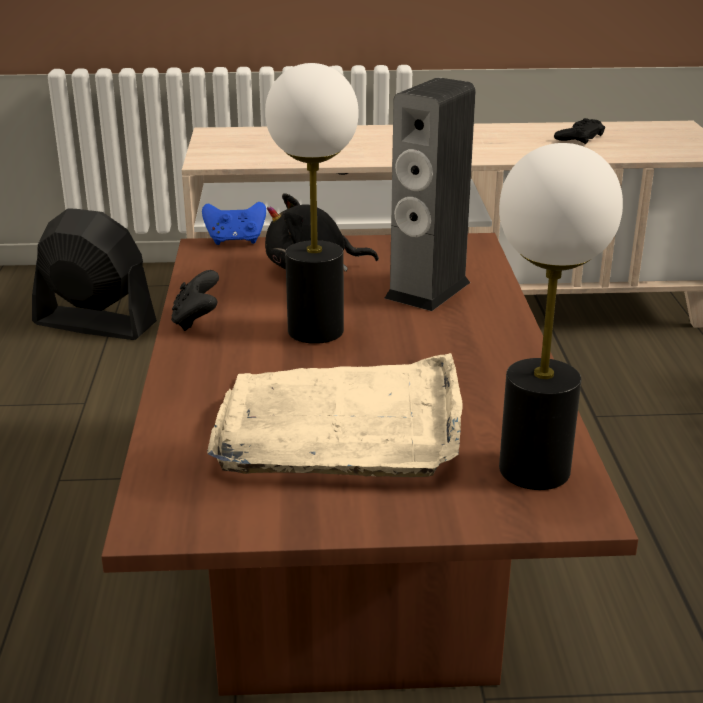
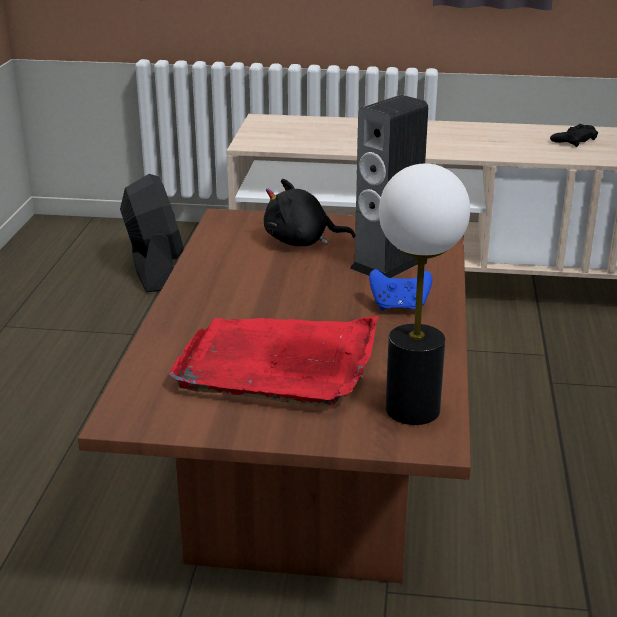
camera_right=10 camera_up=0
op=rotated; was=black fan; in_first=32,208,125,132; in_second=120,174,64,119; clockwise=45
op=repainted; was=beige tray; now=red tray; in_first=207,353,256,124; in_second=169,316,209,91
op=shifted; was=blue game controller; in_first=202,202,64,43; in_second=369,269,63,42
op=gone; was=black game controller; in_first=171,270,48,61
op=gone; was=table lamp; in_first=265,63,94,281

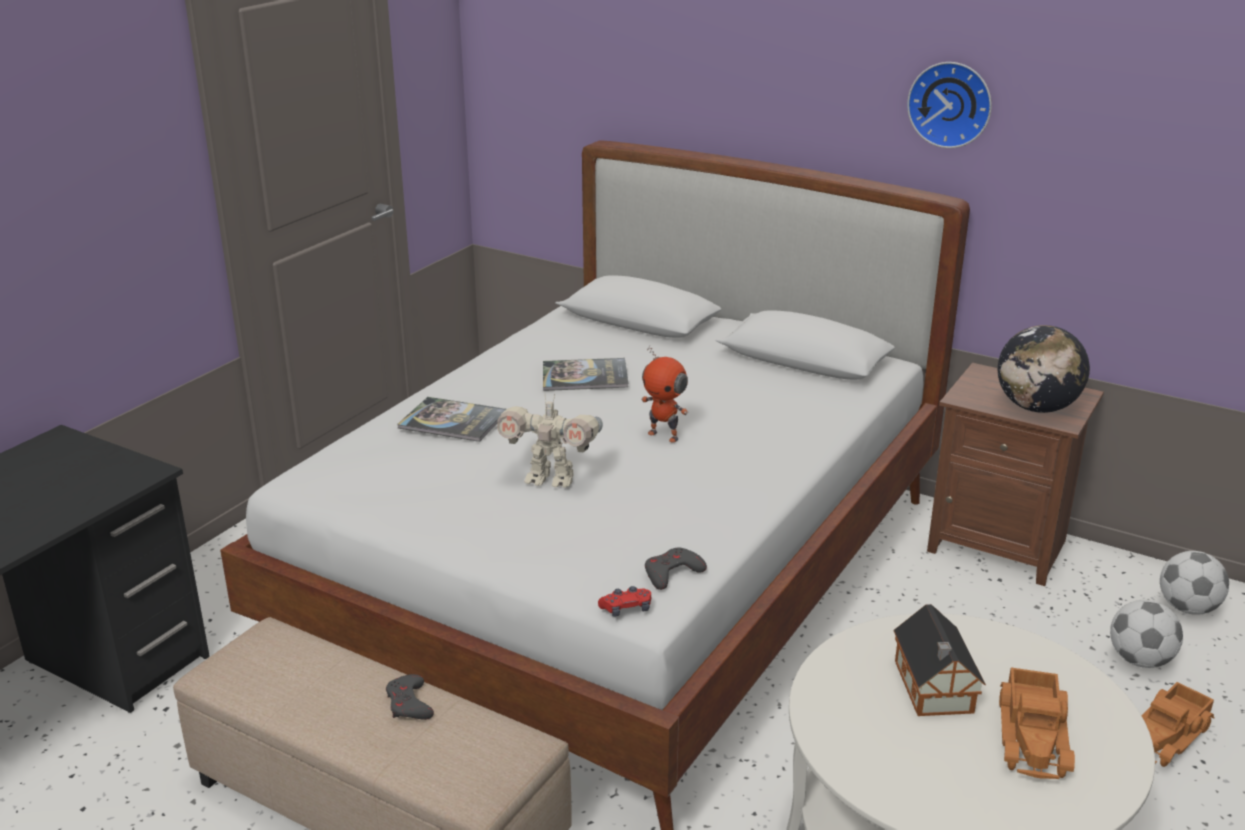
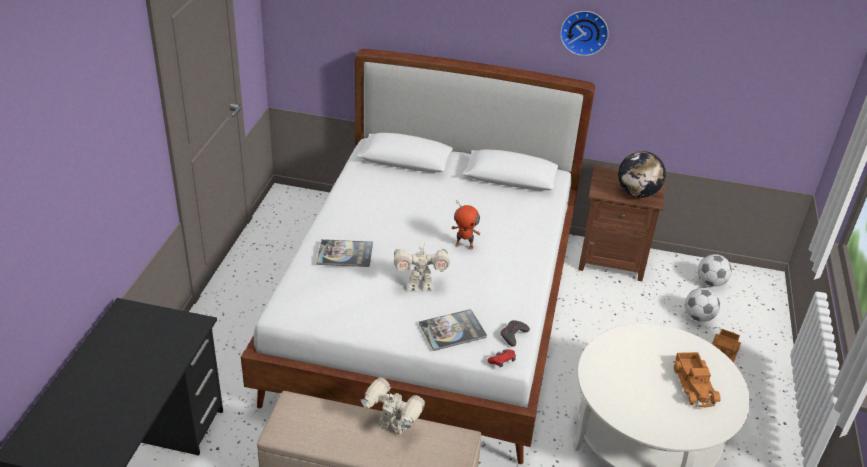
camera_right=-20 camera_up=10
op=swapped; was=grey game controller; now=toy robot; in_first=386,674,48,46; in_second=361,377,64,58
op=shifted; was=book; in_first=543,358,85,33; in_second=419,309,68,42
op=gone; was=toy house; in_first=894,604,92,112

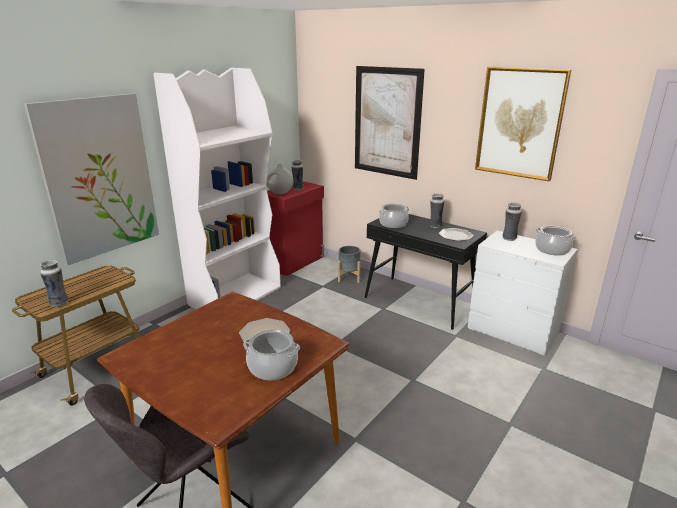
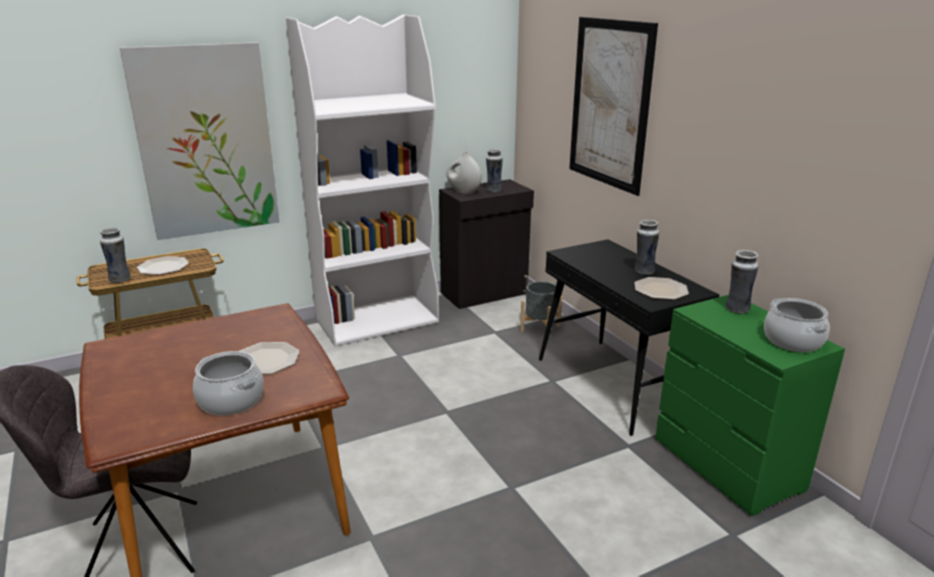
camera_right=25 camera_up=0
op=new; now=plate; in_second=137,256,52,19
op=repainted; was=red cabinet; now=black cabinet; in_first=267,181,57,95; in_second=439,179,95,130
op=repainted; was=white dresser; now=green dresser; in_first=468,231,110,125; in_second=655,295,190,221
op=gone; was=cooking pot; in_first=379,203,30,25
op=gone; was=picture; in_first=475,67,96,114

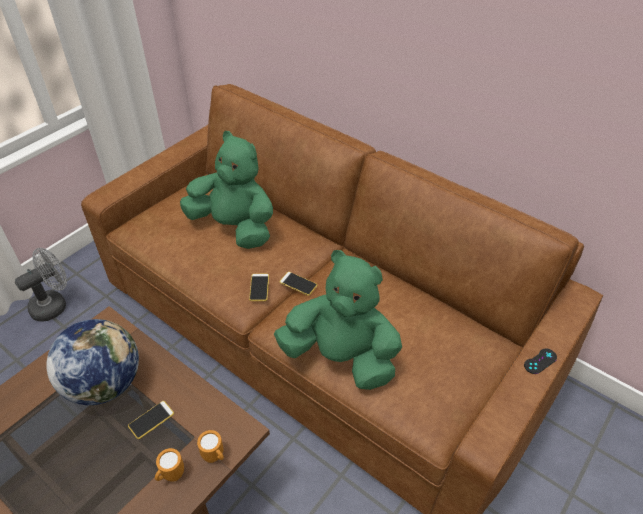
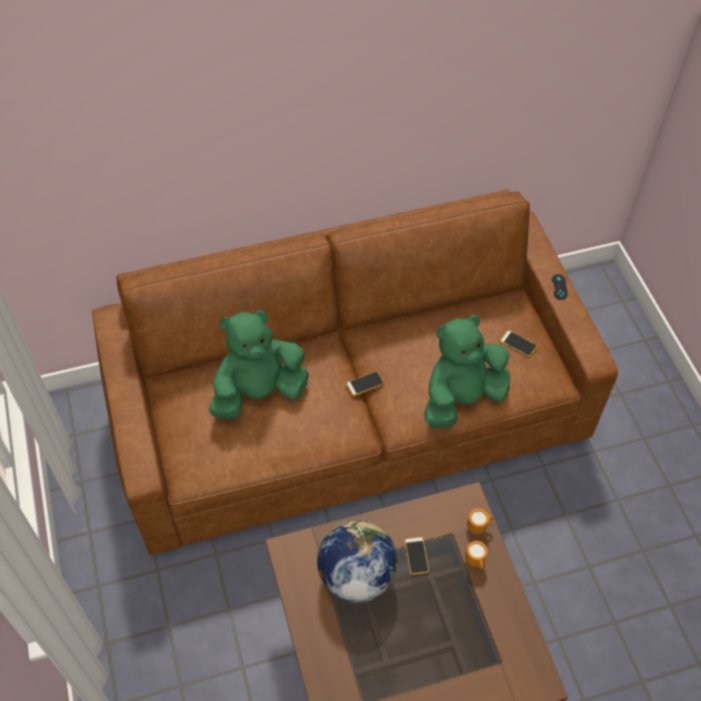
camera_right=-55 camera_up=10
op=shifted; was=phone; in_first=249,274,20,27; in_second=500,330,37,27
op=gone; was=grey fan; in_first=15,248,52,74

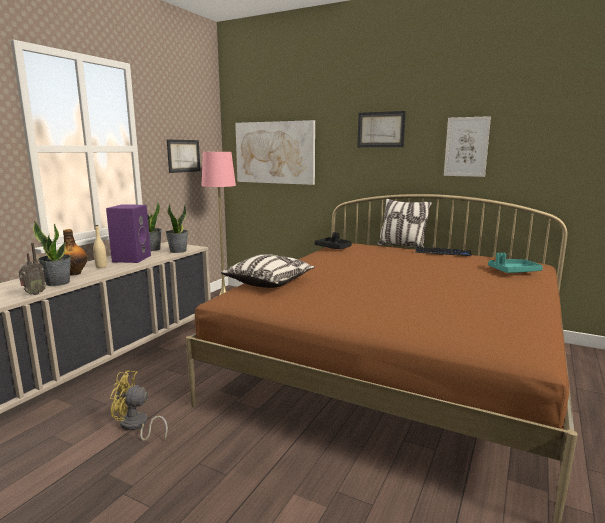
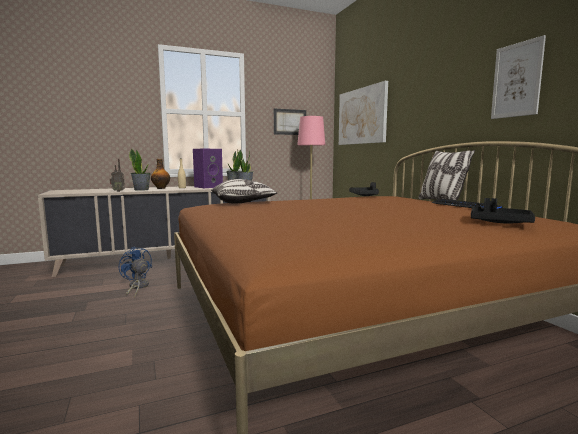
camera_right=40 camera_up=-5
op=repainted; was=yellow fan; now=blue fan; in_first=110,370,58,71; in_second=119,247,33,49
op=repainted; was=turquoise tray; now=black tray; in_first=488,252,55,21; in_second=471,198,64,25
op=gone; was=picture; in_first=357,111,49,36

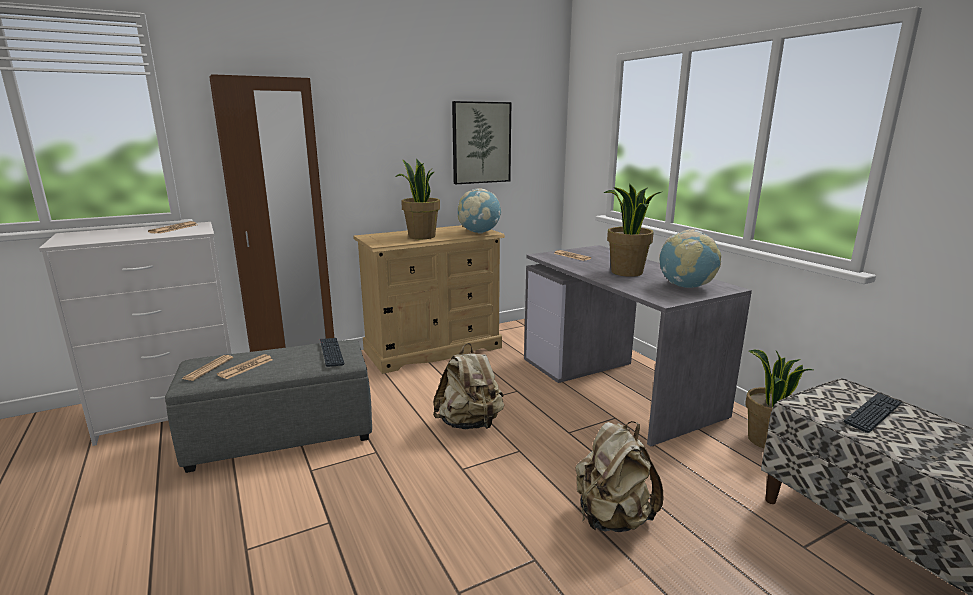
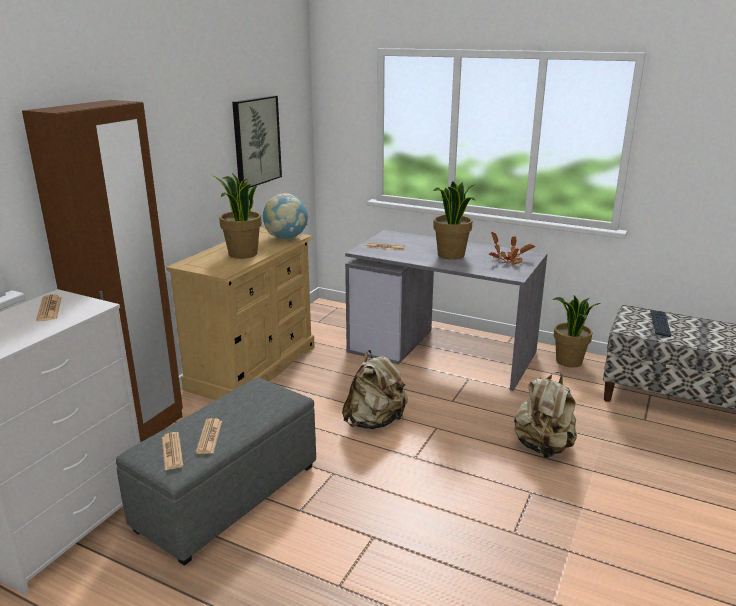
camera_right=-35 camera_up=5
op=swapped; was=globe; now=potted plant; in_first=659,229,62,59; in_second=489,232,46,32
op=gone; was=keyboard; in_first=320,338,25,29

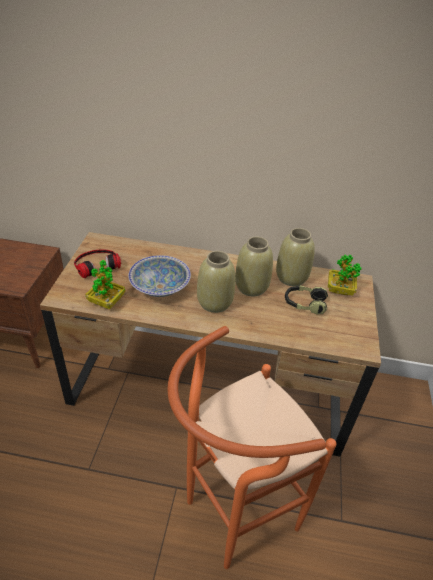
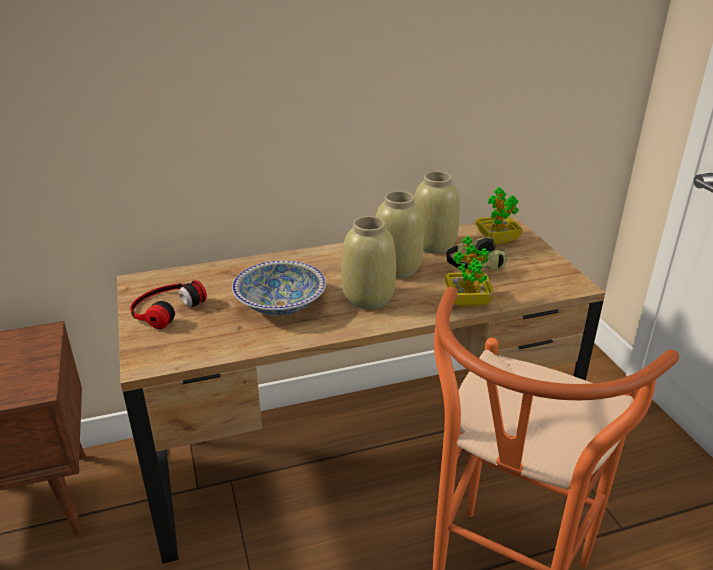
camera_right=-25 camera_up=-10
op=shifted; was=potted plant; in_first=86,260,39,49; in_second=445,236,49,70

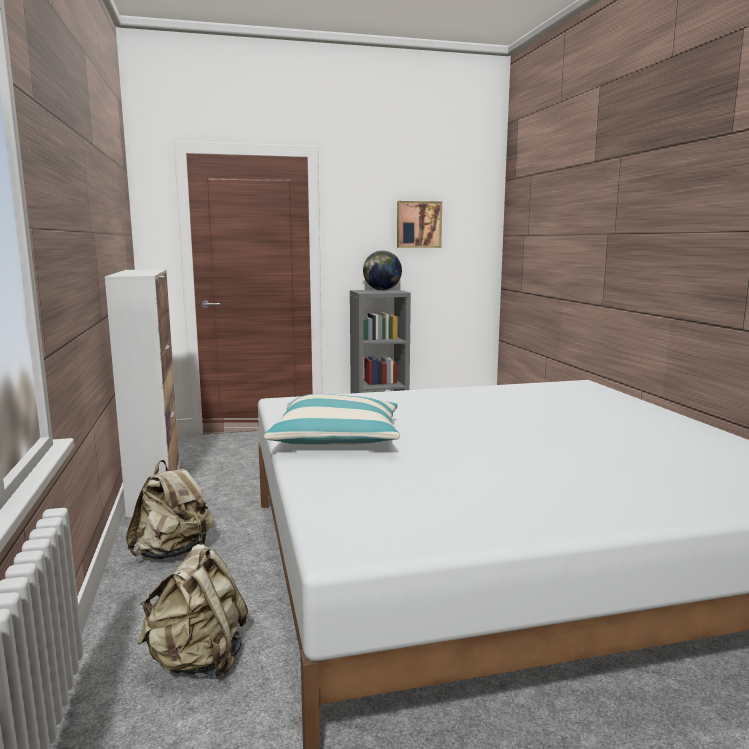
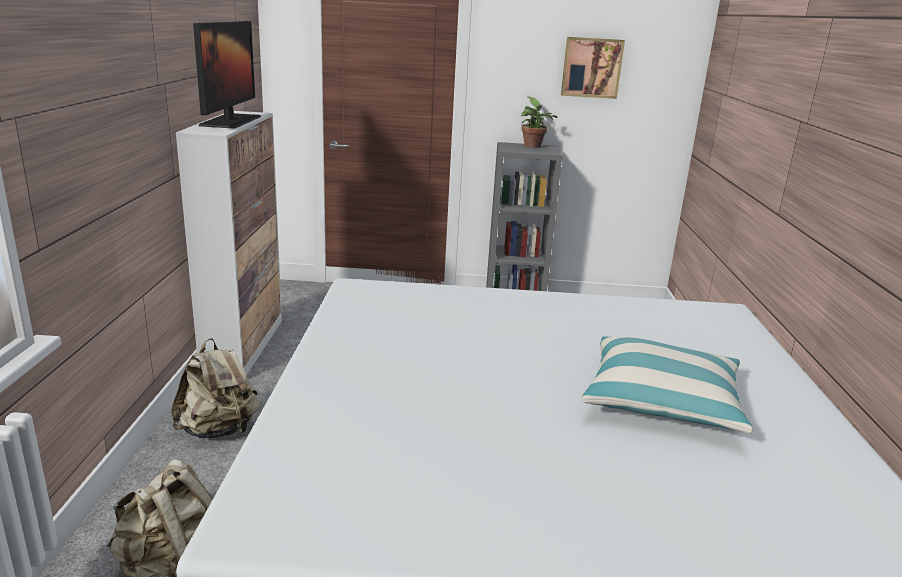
camera_right=15 camera_up=10
op=new; now=monitor; in_second=193,21,68,108
op=swapped; was=globe; now=potted plant; in_first=363,250,39,40; in_second=521,96,36,52
op=shifted; was=pillow; in_first=264,394,136,51; in_second=582,337,171,97

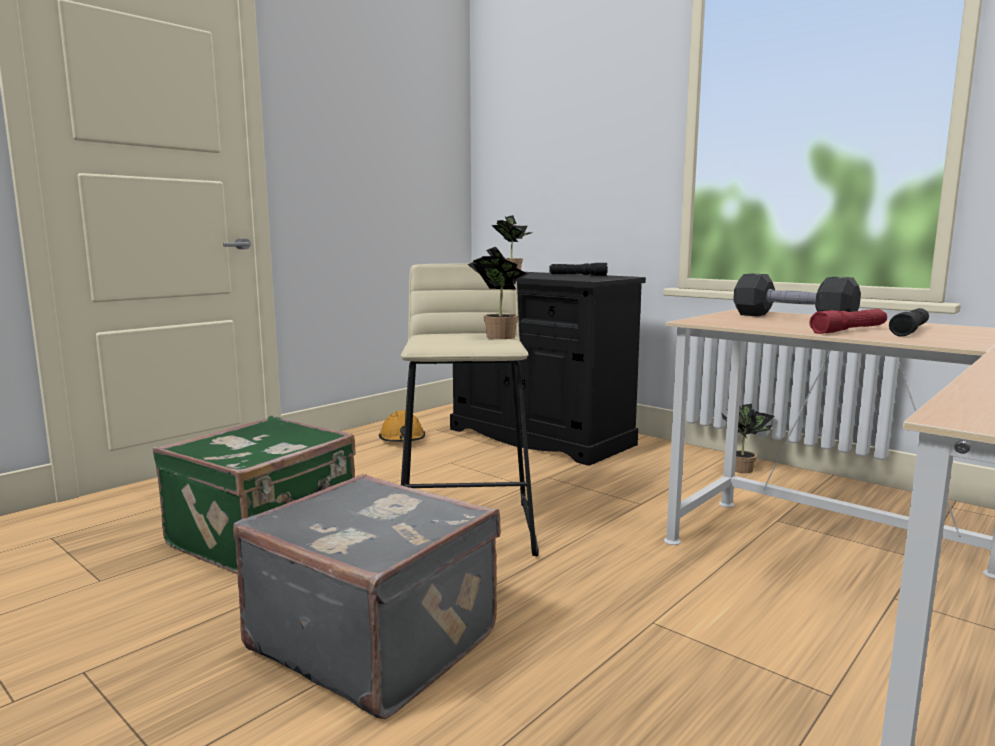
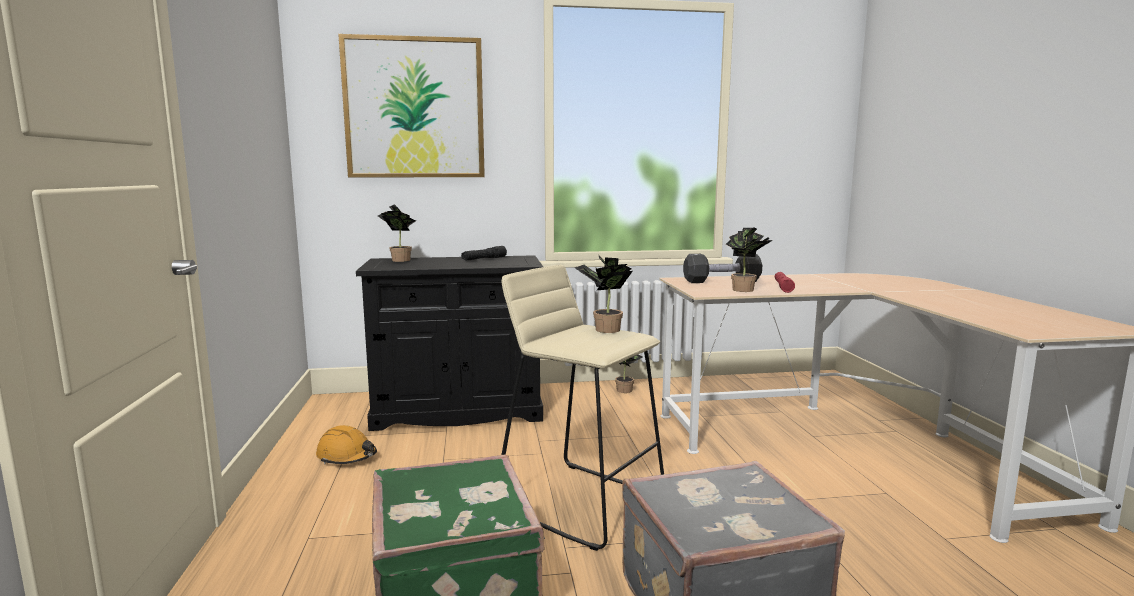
camera_right=-50 camera_up=0
op=new; now=picture; in_second=338,34,147,143
op=new; now=potted plant; in_second=726,227,46,65
op=gone; was=black flashlight; in_first=889,308,40,28

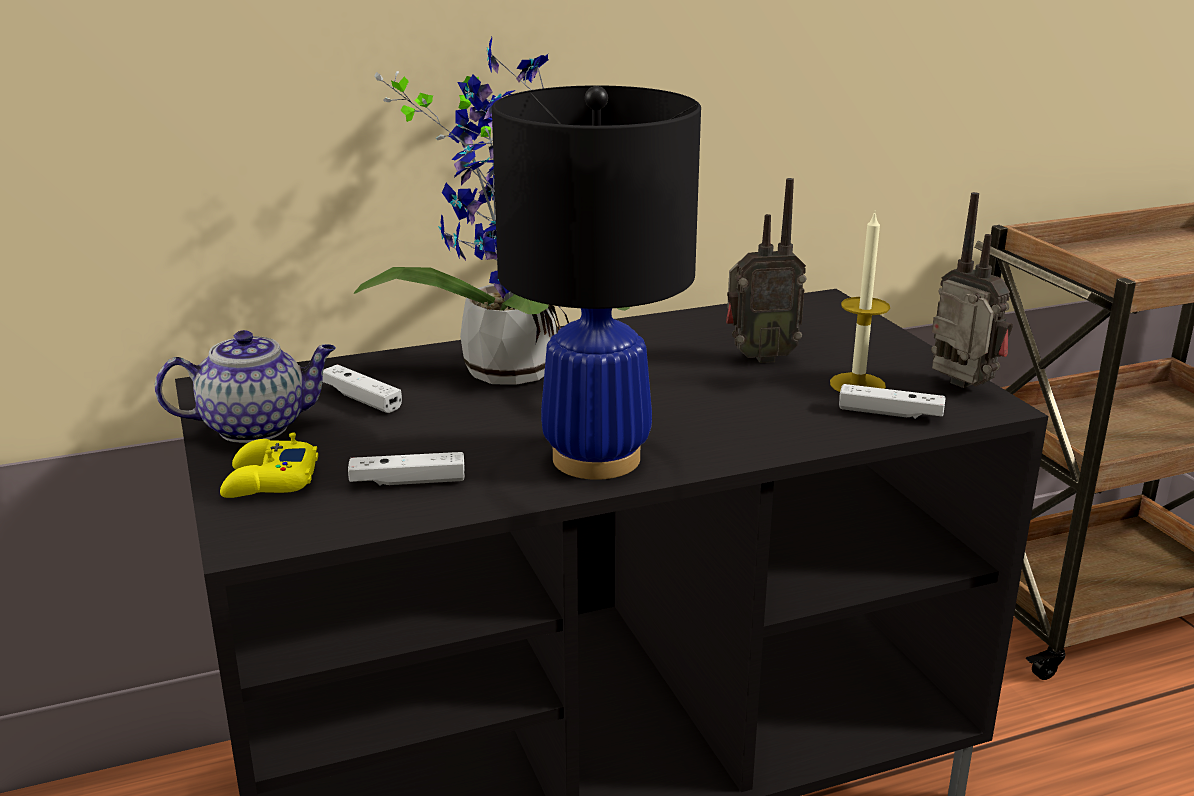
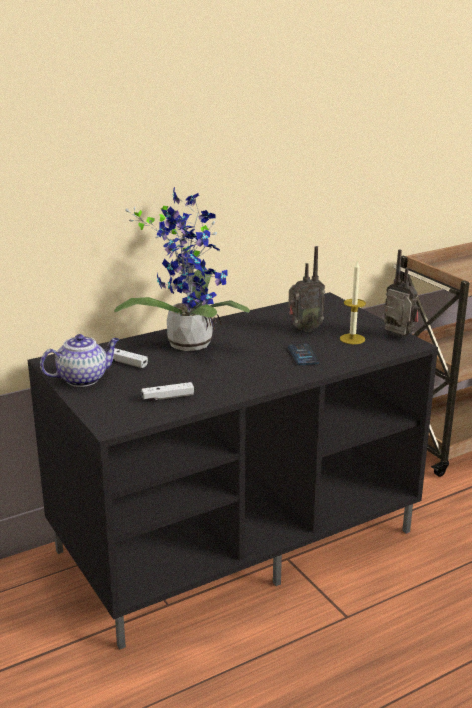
camera_right=-10 camera_up=0
op=new; now=phone; in_second=288,344,31,21
op=gone; was=yellow game controller; in_first=220,432,98,66
op=gone; was=black table lamp; in_first=492,85,209,395
op=gone; was=white game controller; in_first=839,384,107,35

